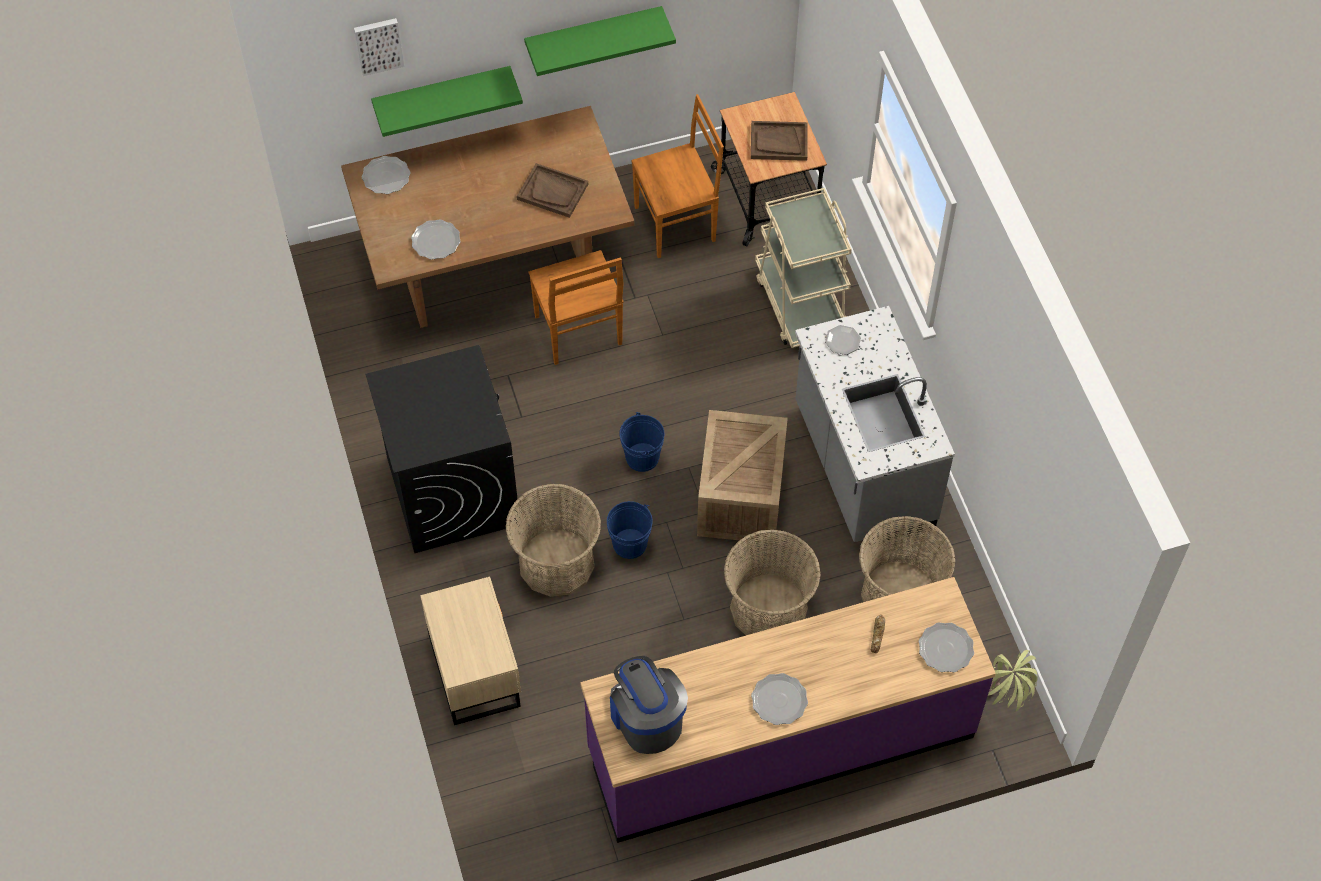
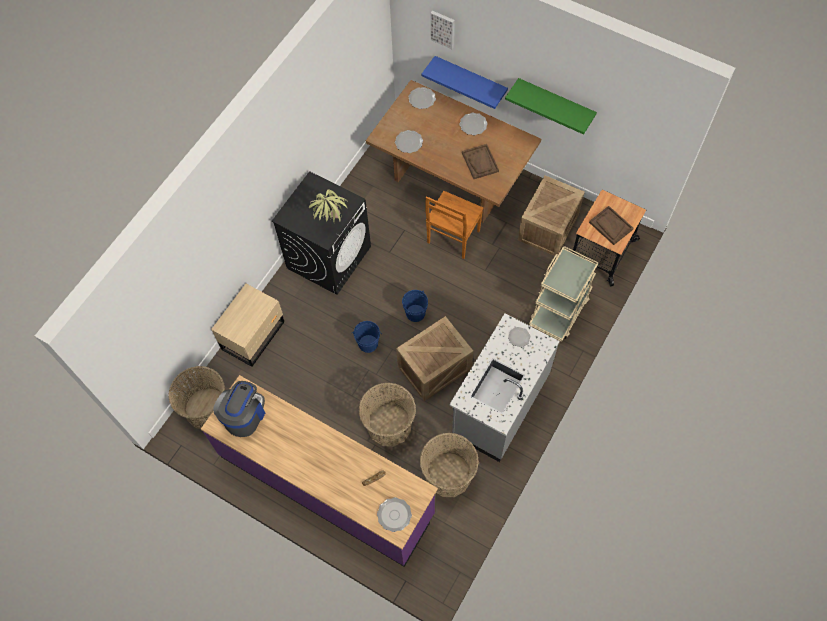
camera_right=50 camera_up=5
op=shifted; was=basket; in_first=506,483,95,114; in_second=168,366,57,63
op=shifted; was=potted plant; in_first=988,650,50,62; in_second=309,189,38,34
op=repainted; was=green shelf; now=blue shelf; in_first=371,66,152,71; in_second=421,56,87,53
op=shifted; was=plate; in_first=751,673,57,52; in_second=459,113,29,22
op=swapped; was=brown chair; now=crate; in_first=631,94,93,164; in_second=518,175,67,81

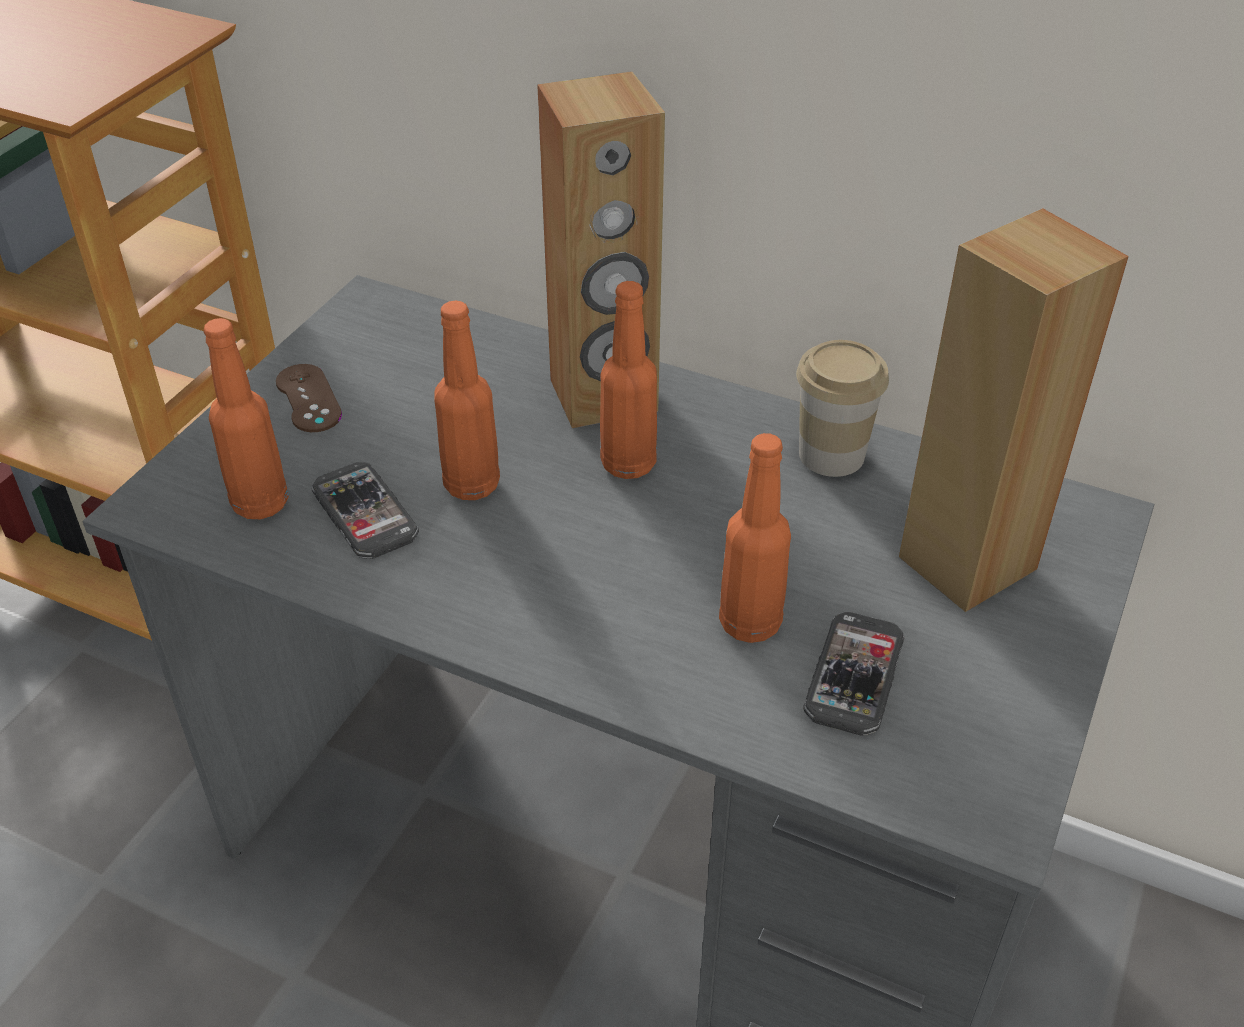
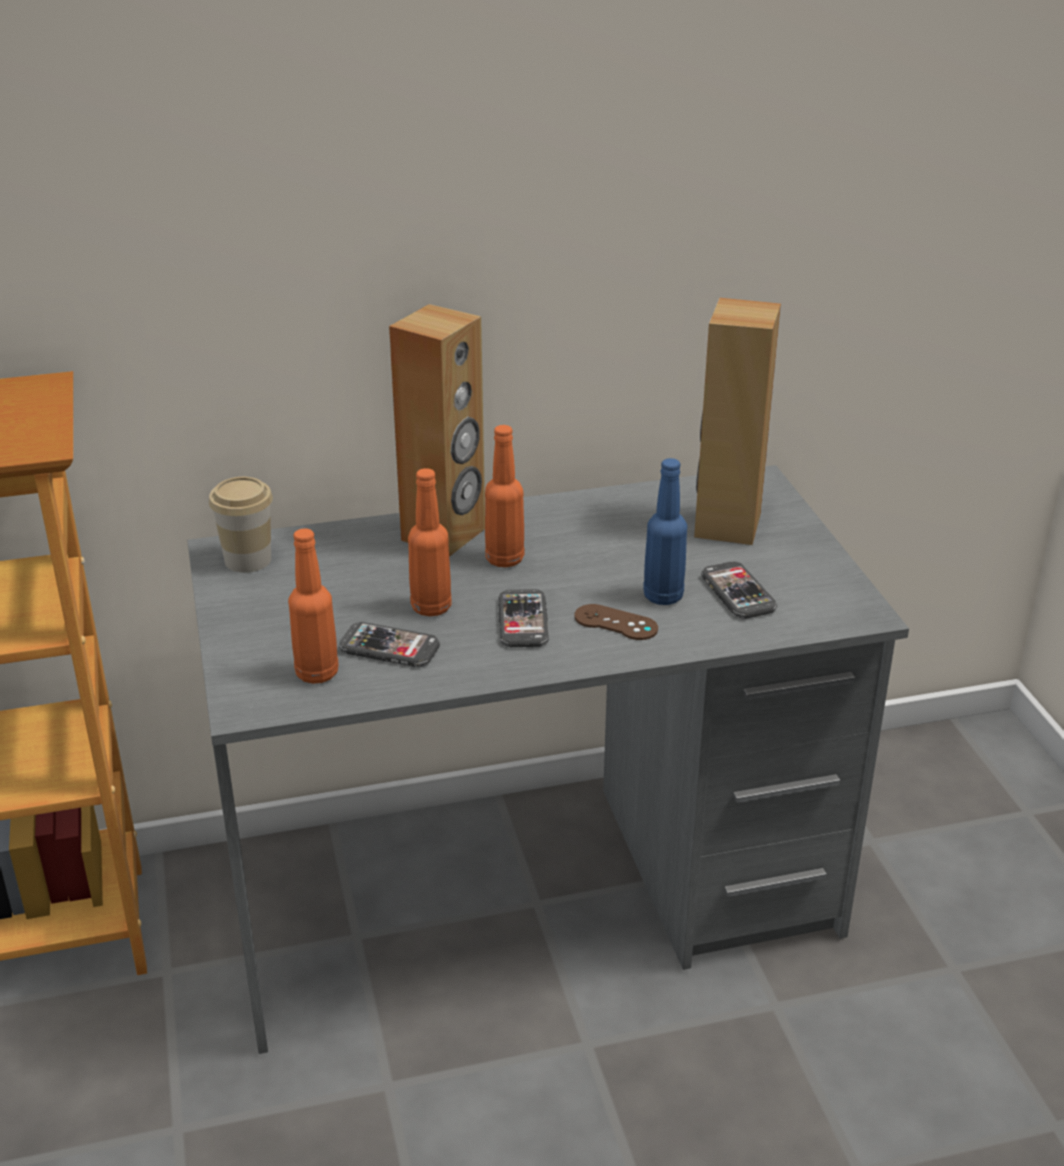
camera_right=-40 camera_up=-10
op=shifted; was=cup; in_first=796,340,93,137; in_second=209,477,64,96
op=new; now=phone; in_second=498,589,51,58
op=shifted; was=brown game controller; in_first=276,364,66,68; in_second=574,604,84,36
op=repainted; was=orange bottle; now=blue bottle; in_first=719,433,72,210; in_second=643,458,44,147

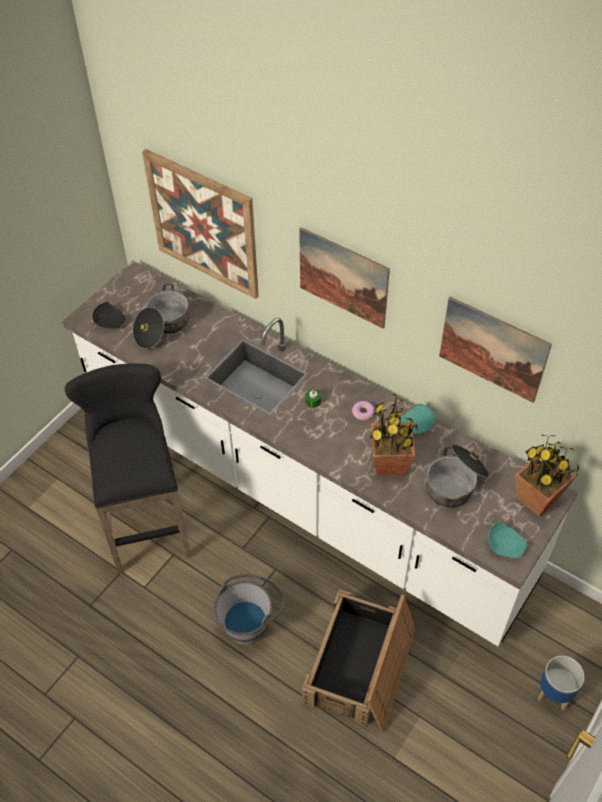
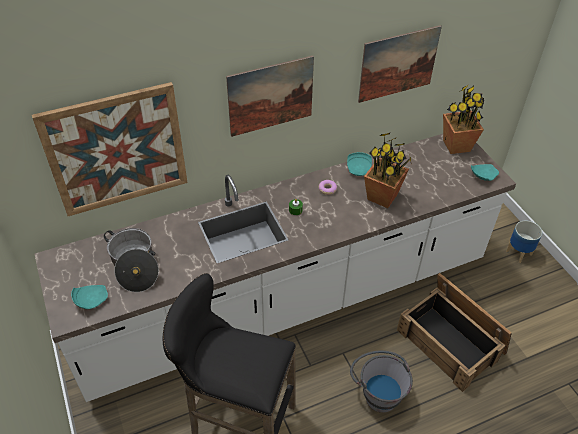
camera_right=-60 camera_up=-5
op=repainted; was=black plate; now=turquoise plate; in_first=93,302,33,27; in_second=71,285,37,24
op=gone; was=cooking pot; in_first=426,444,63,64

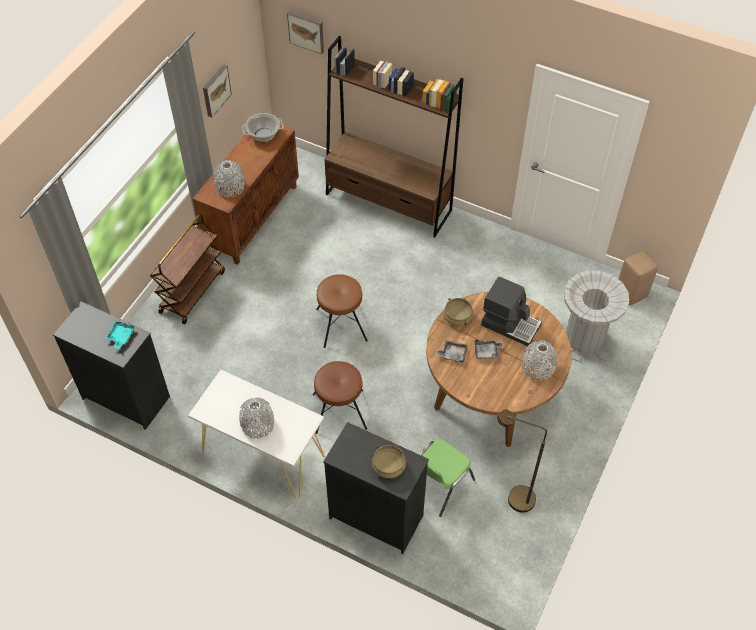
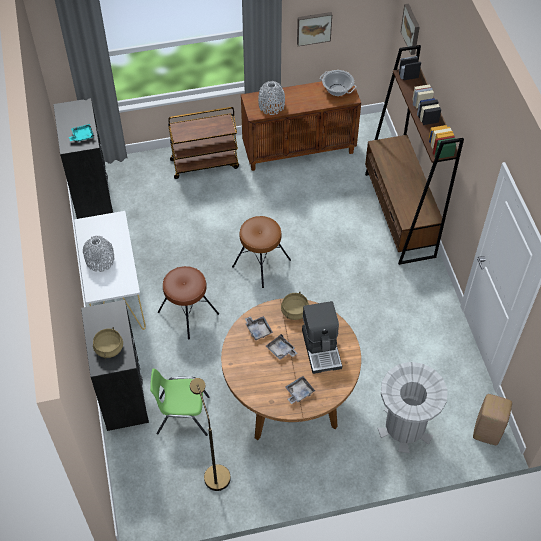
camera_right=50 camera_up=0
op=swapped; was=grey vase; now=grey tray; in_first=522,340,35,41; in_second=285,376,30,28

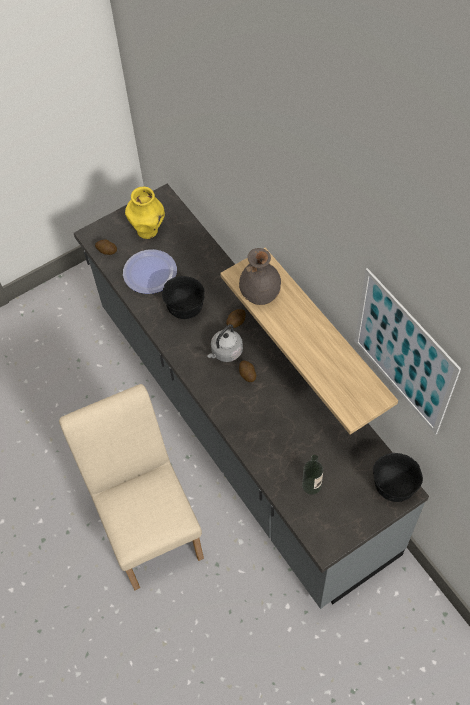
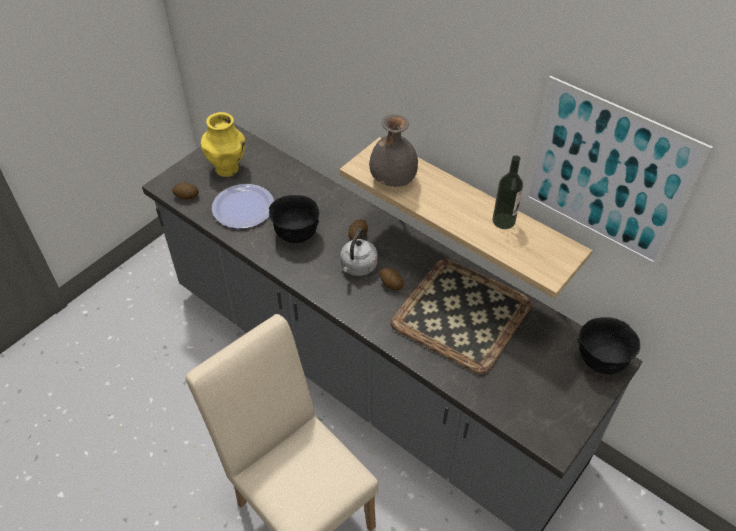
camera_right=-20 camera_up=-10
op=new; now=tray; in_second=390,258,142,117
op=shifted; was=bottle; in_first=302,455,21,40; in_second=493,155,30,74

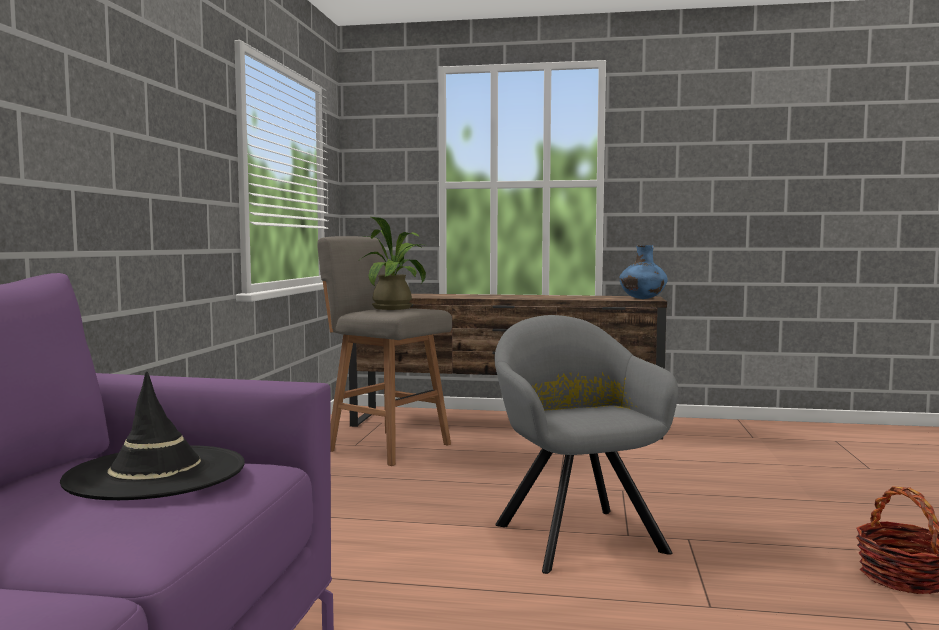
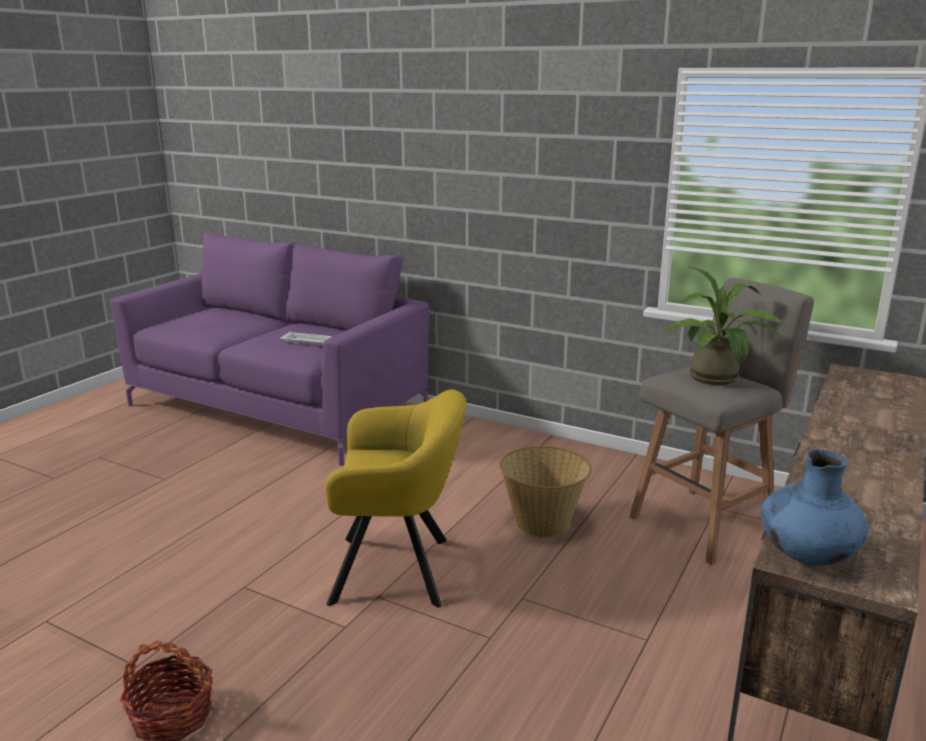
camera_right=110 camera_up=15
op=swapped; was=black hat; now=white tray; in_first=60,371,185,129; in_second=281,332,51,14
op=repainted; was=grey armchair; now=yellow armchair; in_first=494,315,184,259; in_second=325,389,142,218
op=new; now=basket; in_second=499,445,93,93

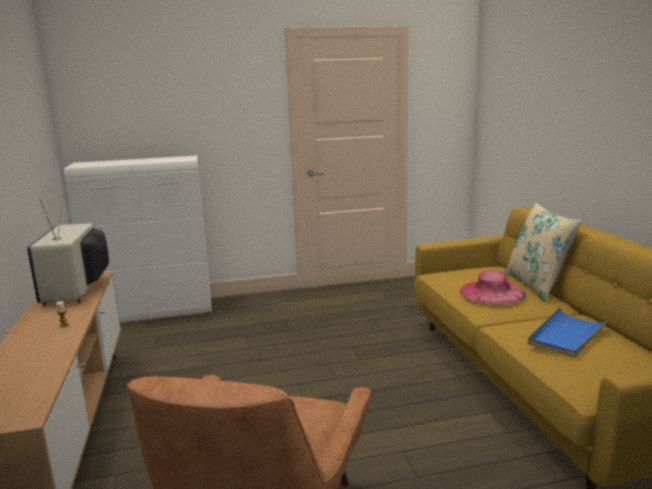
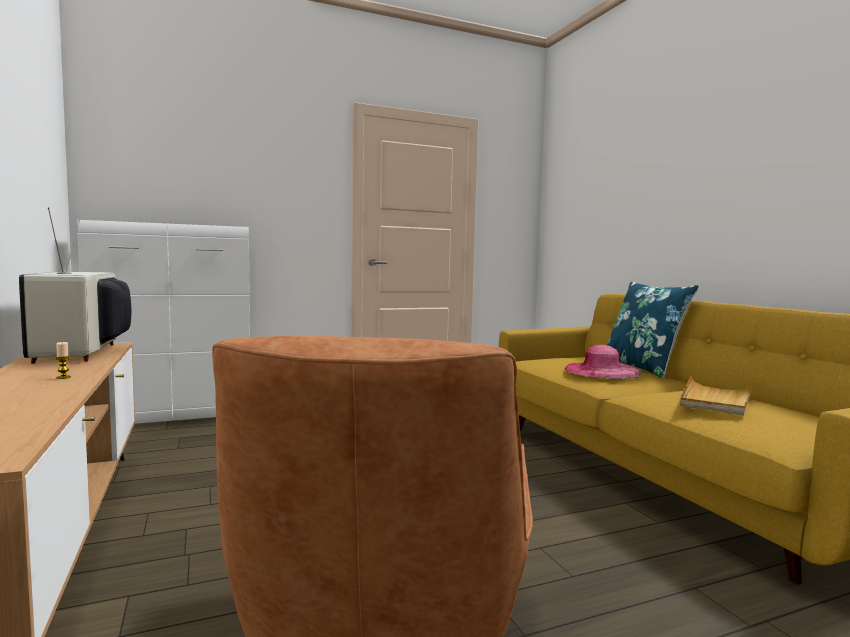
camera_right=-10 camera_up=-10
op=repainted; was=beige pillow; now=blue pillow; in_first=504,202,78,100; in_second=607,281,92,98
op=repainted; was=blue tray; now=beige tray; in_first=528,307,82,51; in_second=680,376,74,39

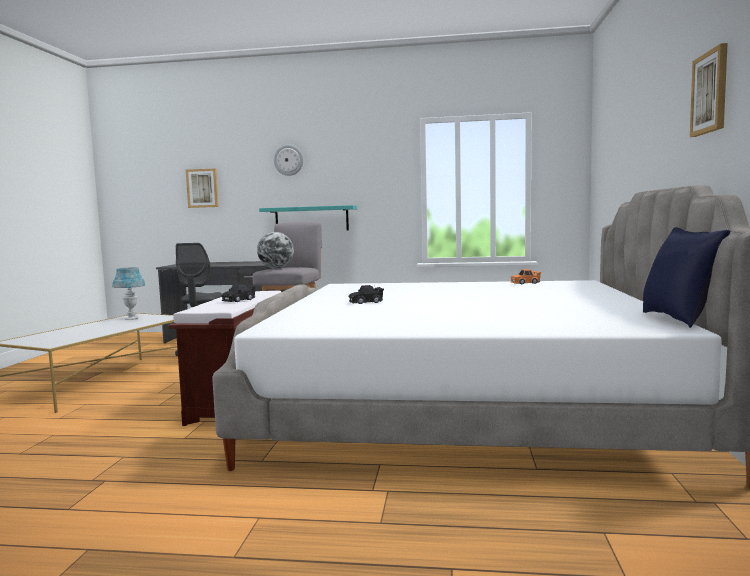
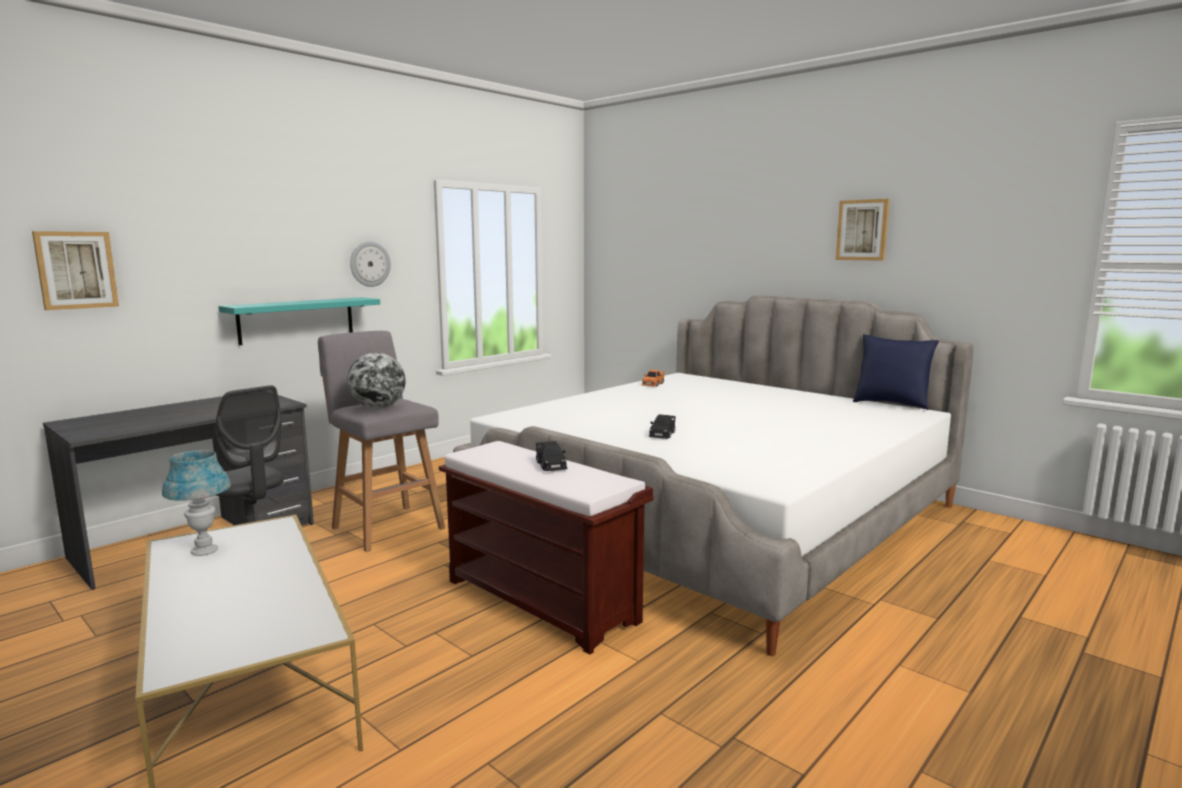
camera_right=-55 camera_up=5
op=shifted; was=wall clock; in_first=274,145,29,31; in_second=350,241,41,46

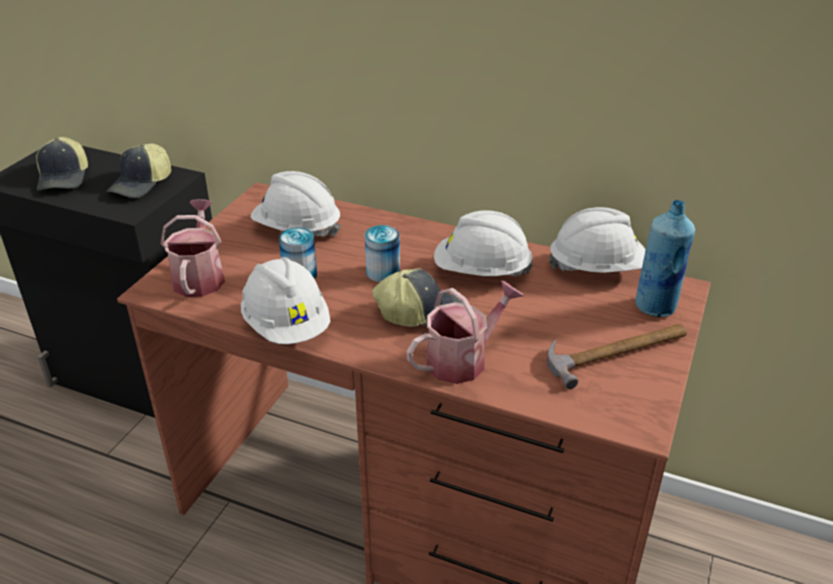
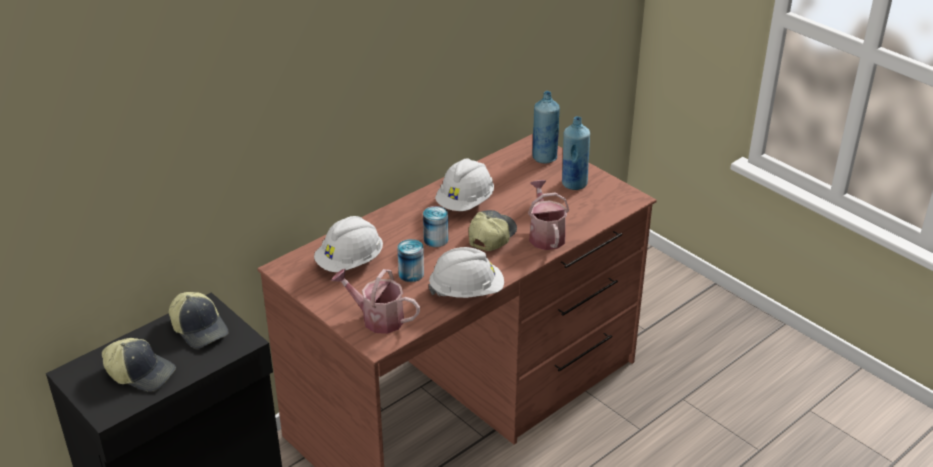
camera_right=-65 camera_up=0
op=swapped; was=hammer; now=blue bottle; in_first=547,324,140,65; in_second=562,116,28,74
op=gone; was=white hard hat; in_first=548,207,98,66

